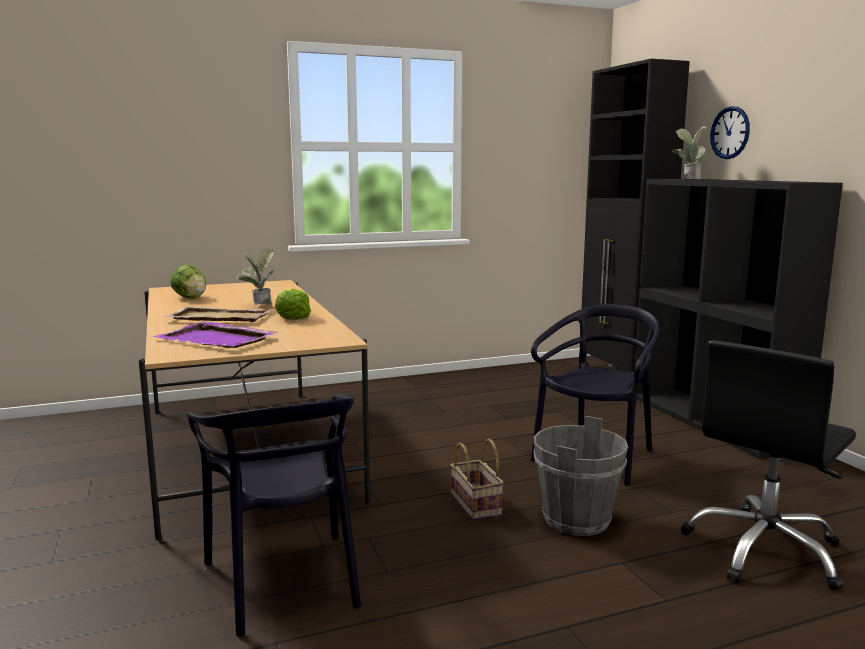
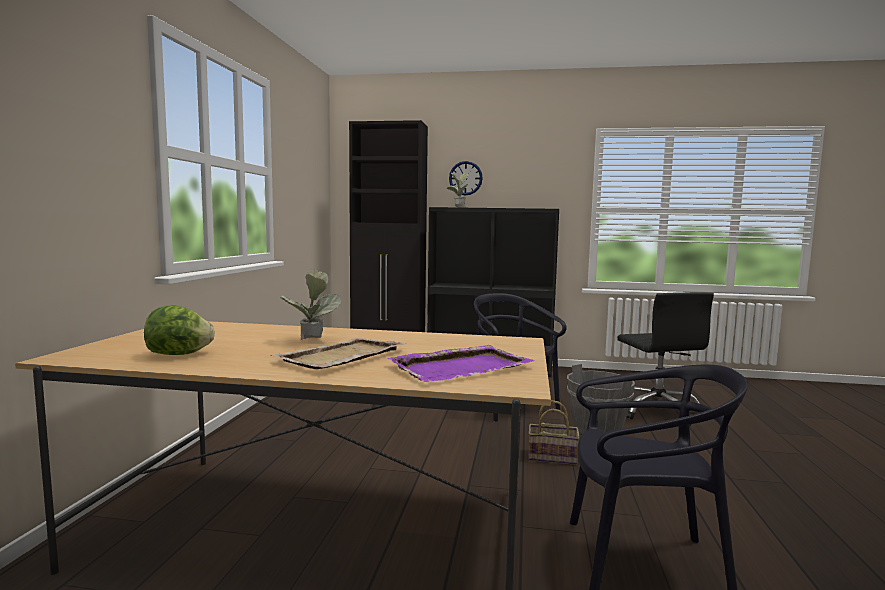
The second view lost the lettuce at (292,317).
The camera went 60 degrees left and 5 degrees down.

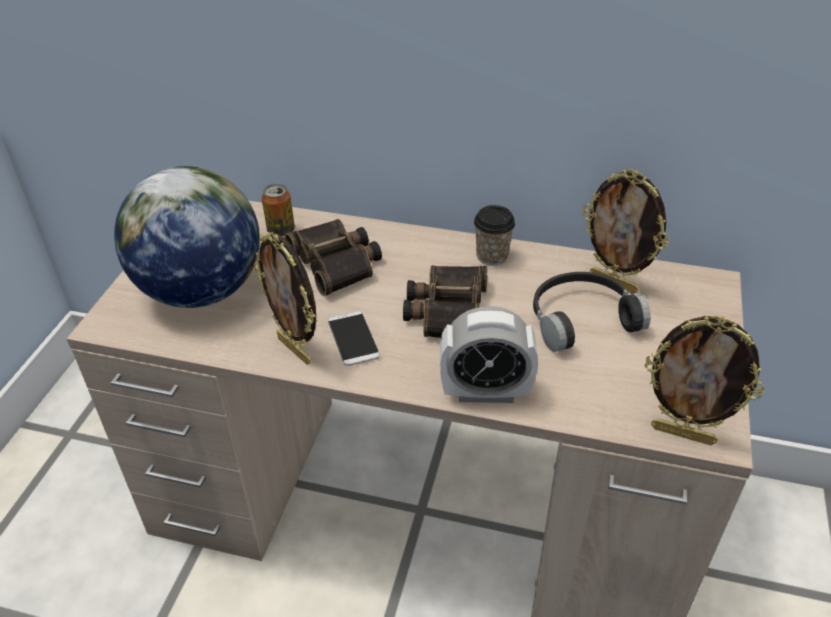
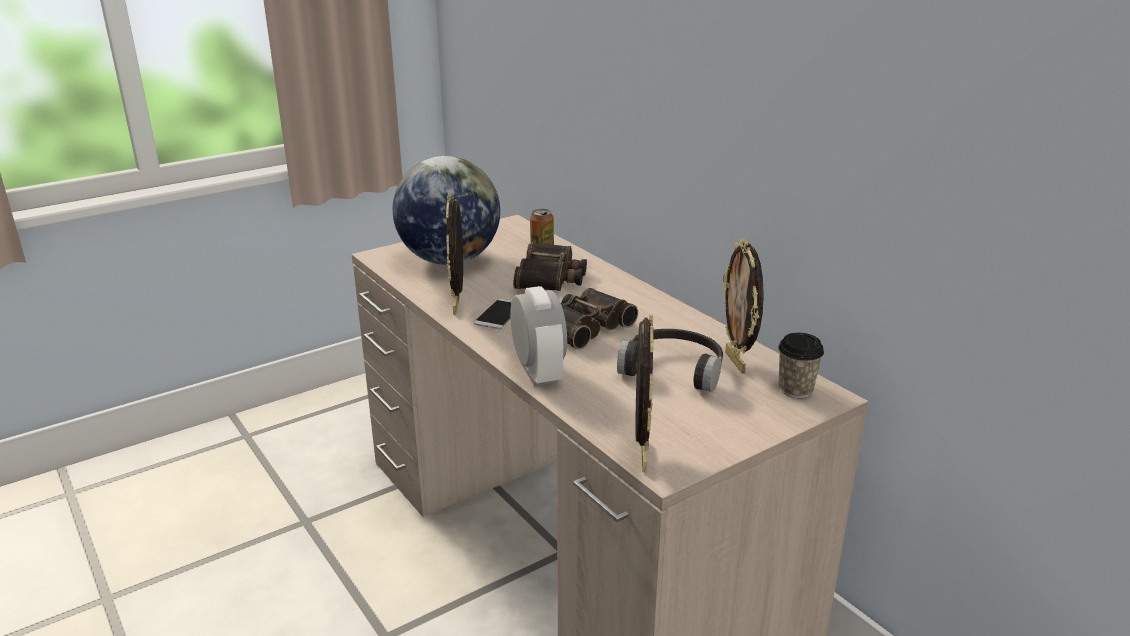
The cup ended up elsewhere, having gone from (492,256) to (795,389).
The alarm clock at (485,392) ended up facing another way, 150 degrees counterclockwise from before.
The picture frame at (683,434) ended up facing another way, 150 degrees counterclockwise from before.
The camera went 40 degrees right and 15 degrees down.

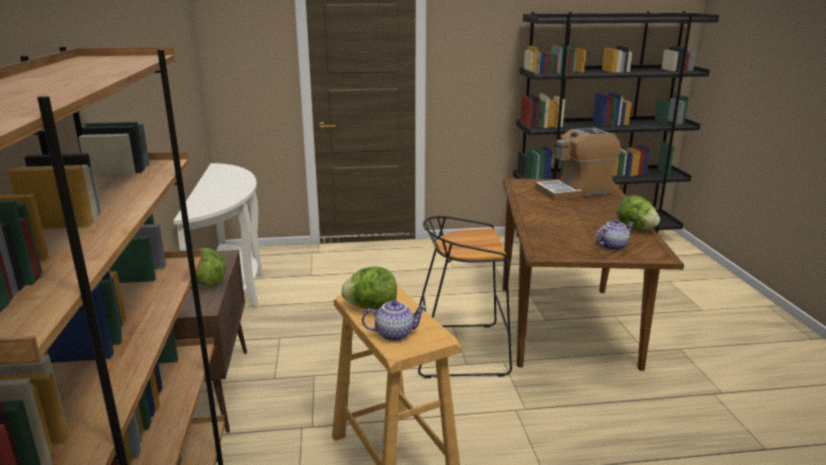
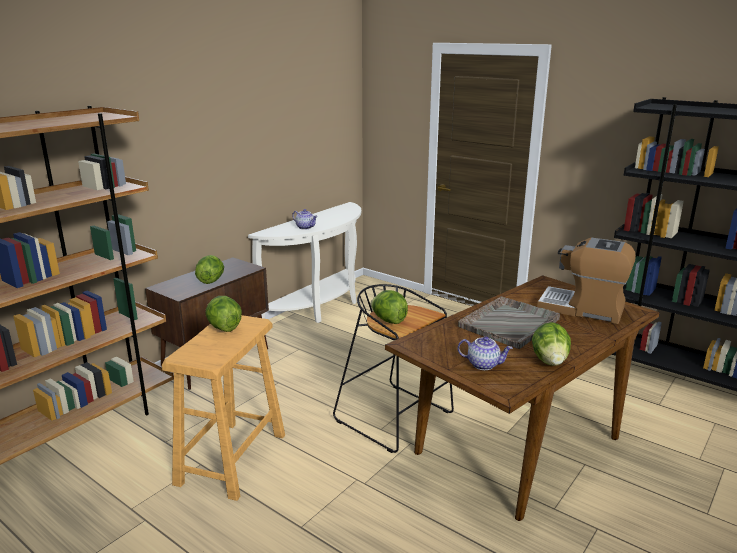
The teapot ended up elsewhere, having gone from (394,333) to (305,227).
The second view gained the lettuce at (388,320).
The second view gained the grey tray at (510,323).
The camera went 45 degrees right and 0 degrees up.

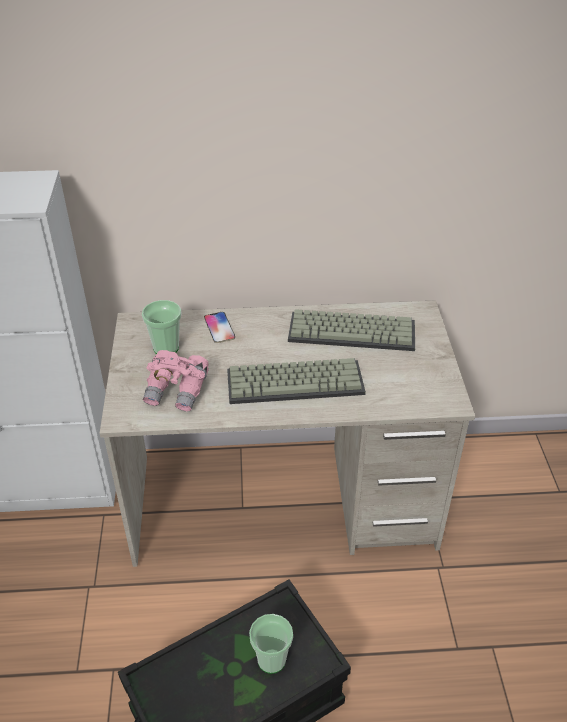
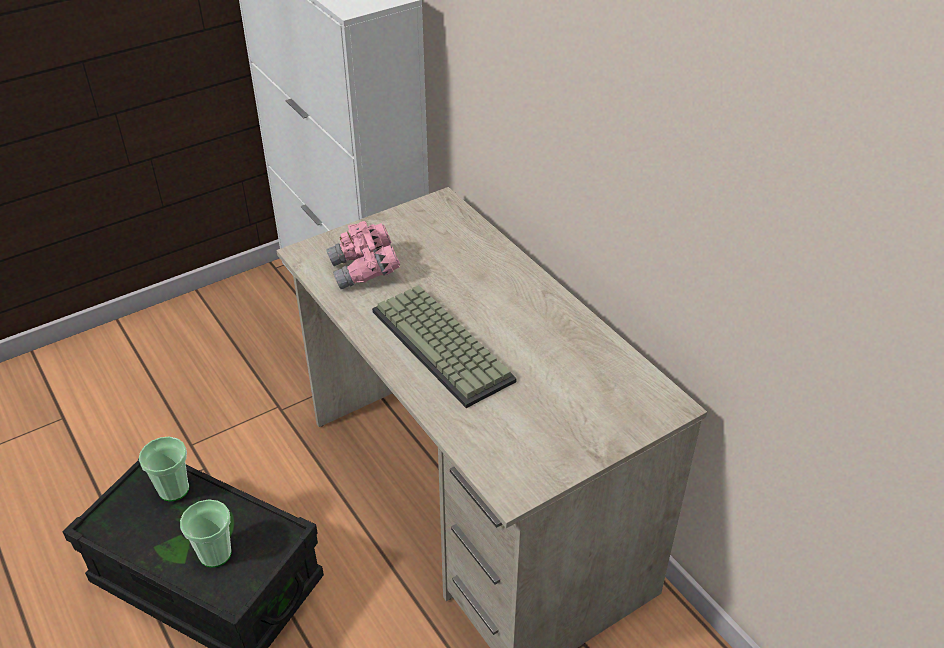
The cup ended up elsewhere, having gone from (166,348) to (174,489).
The second view lost the keyboard at (353,331).
The second view lost the phone at (219,328).
The camera went 60 degrees right and 0 degrees up.

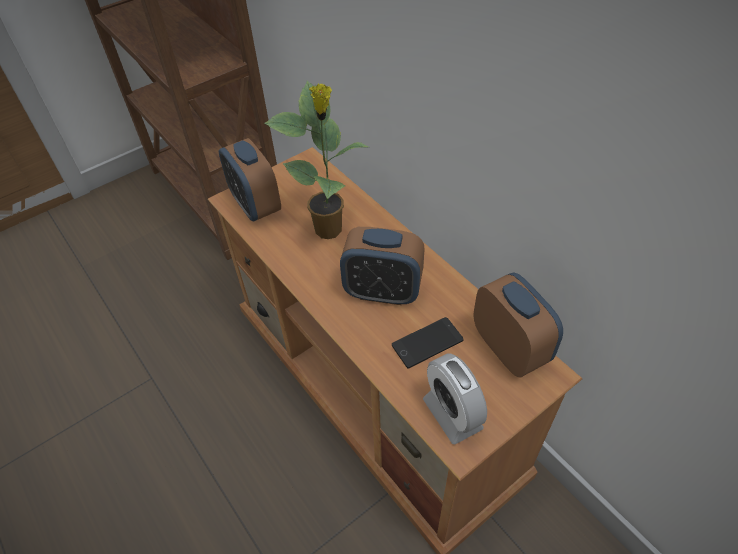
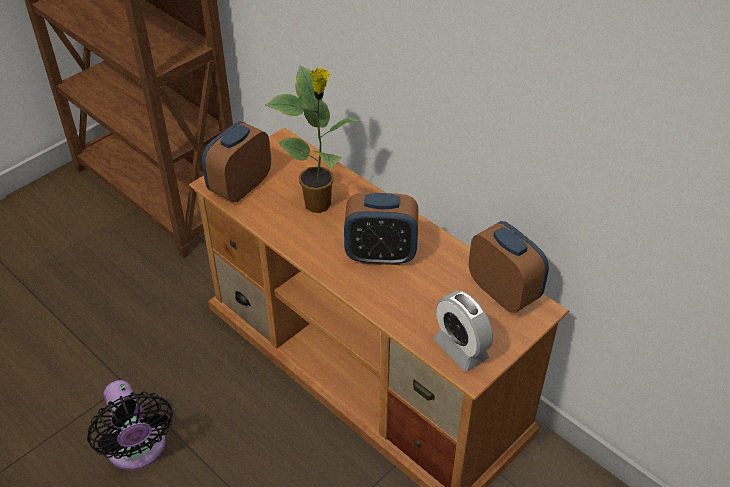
The alarm clock at (255,205) ended up facing another way, 75 degrees clockwise from before.
The second view lost the phone at (427,343).
The second view gained the black fan at (138,450).
The camera went 10 degrees left and 5 degrees down.

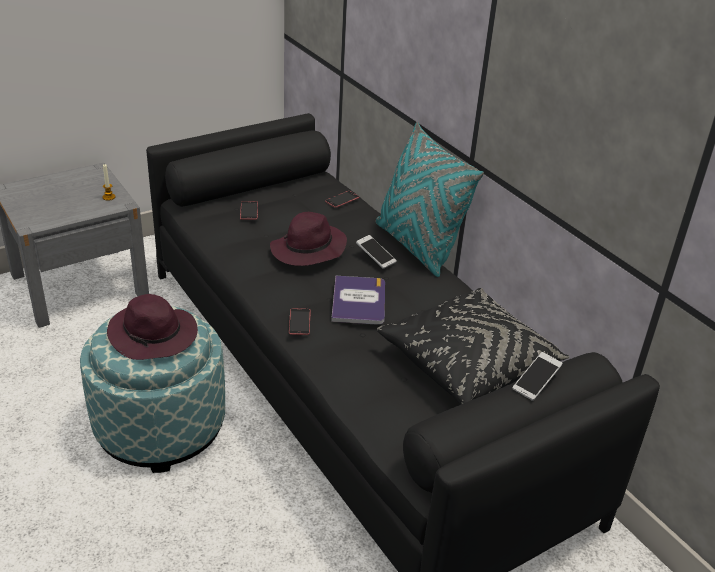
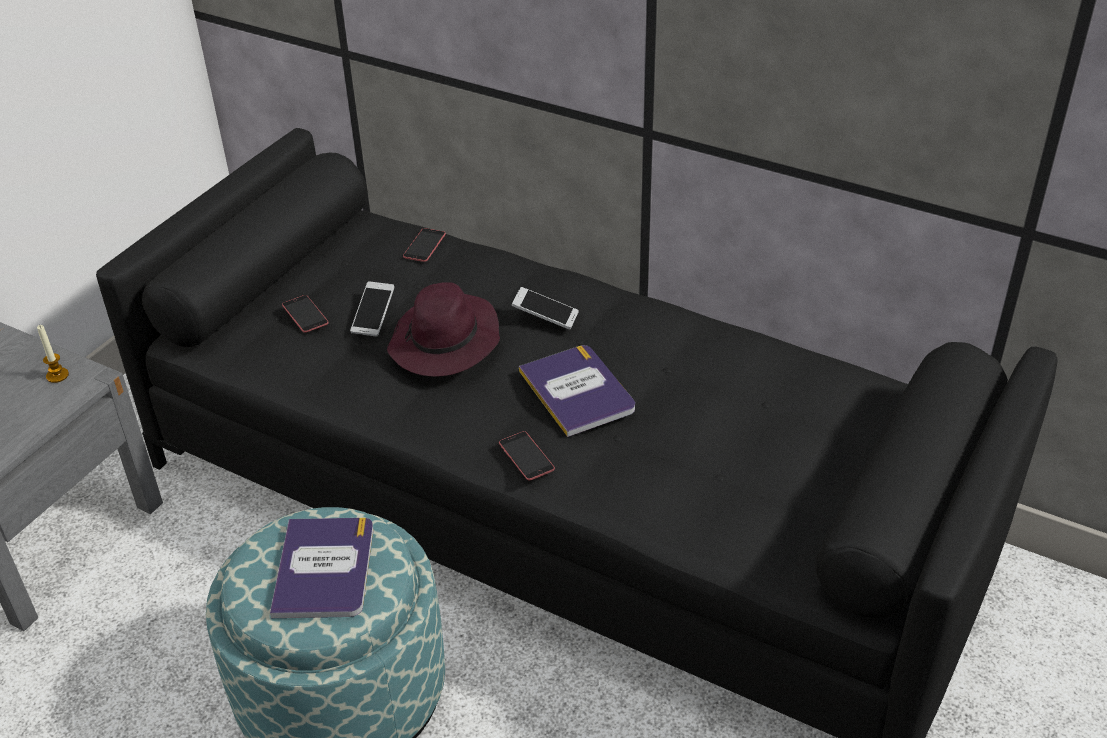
The second view lost the turquoise pillow at (417,246).
The second view lost the black pillow at (469,363).
Where the purple hat stood at (154,336), the book came to stand at (324,568).
The phone ended up elsewhere, having gone from (536,382) to (373,316).
The camera went 25 degrees left and 5 degrees up.

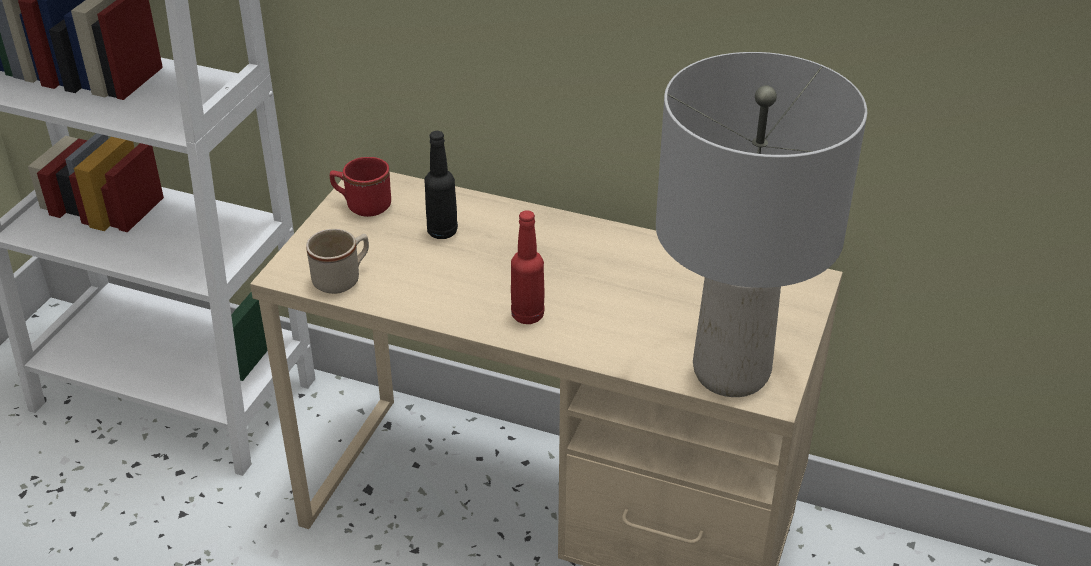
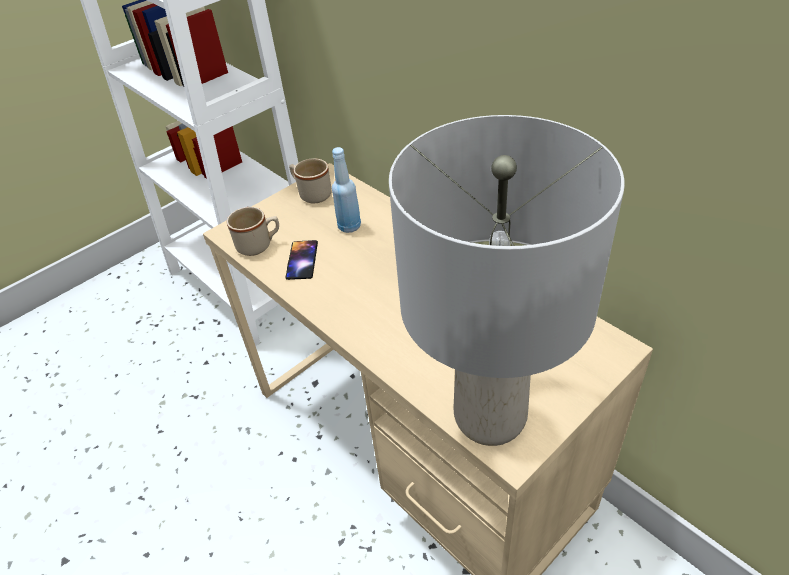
What was the black bottle at (442,231) turned into the blue bottle at (349,226).
What was the red mug at (362,205) turned into the beige mug at (311,194).
The second view lost the red bottle at (528,315).
The second view gained the phone at (302,260).
The camera went 30 degrees right and 5 degrees up.

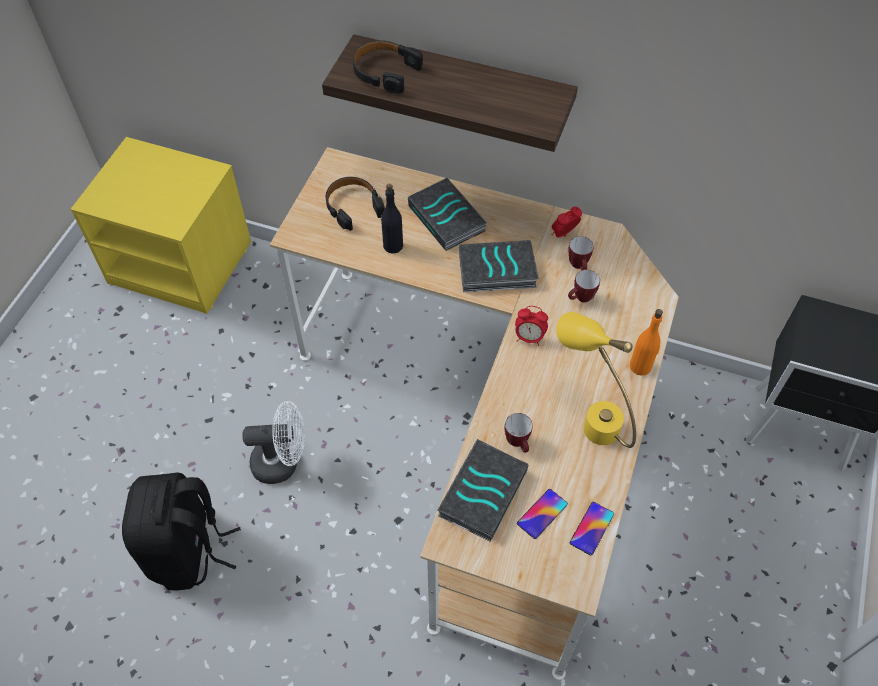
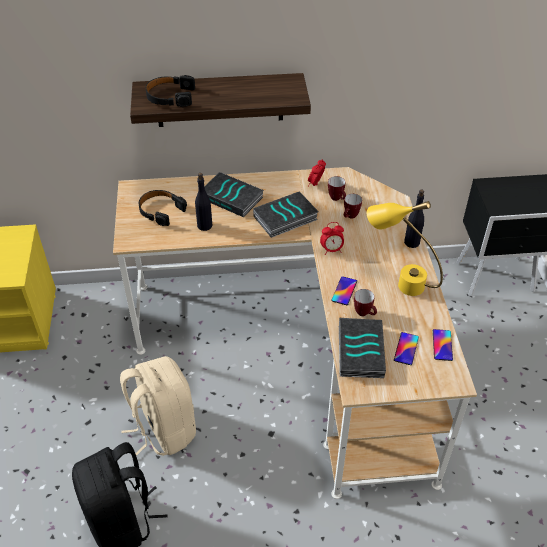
What was the orange bottle at (640,366) turned into the black bottle at (412,242).
Where the white fan stood at (283,462), the beige backpack came to stand at (163,429).
The second view gained the phone at (344,291).
The camera went 25 degrees left and 10 degrees down.

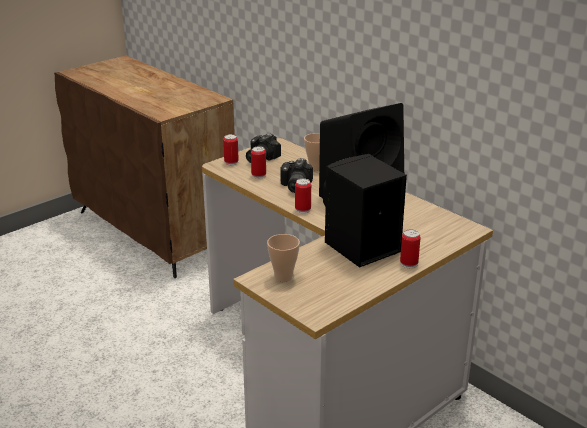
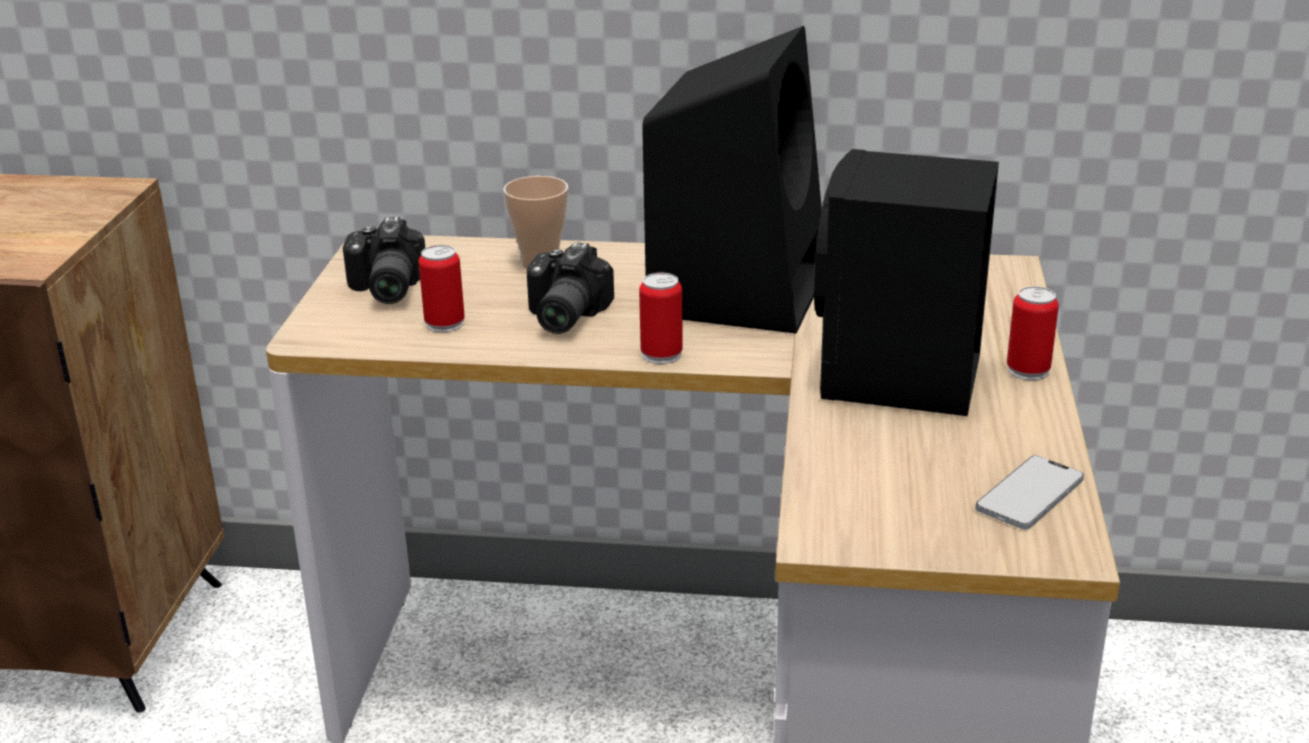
The second view lost the can at (231,162).
The photo camera at (294,186) ended up facing another way, 45 degrees clockwise from before.
The second view lost the cup at (283,277).
The second view gained the phone at (1029,495).
The camera went 40 degrees left and 0 degrees up.

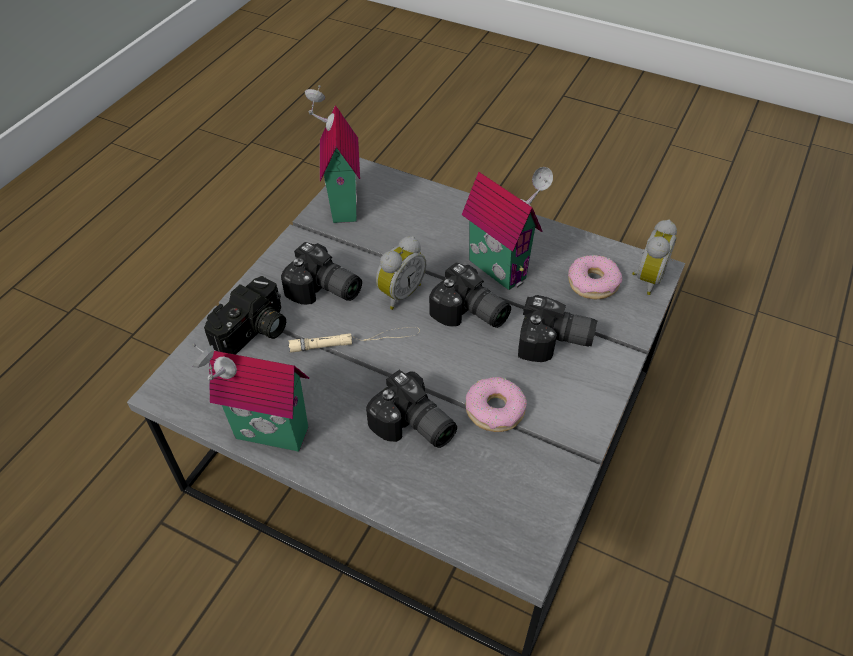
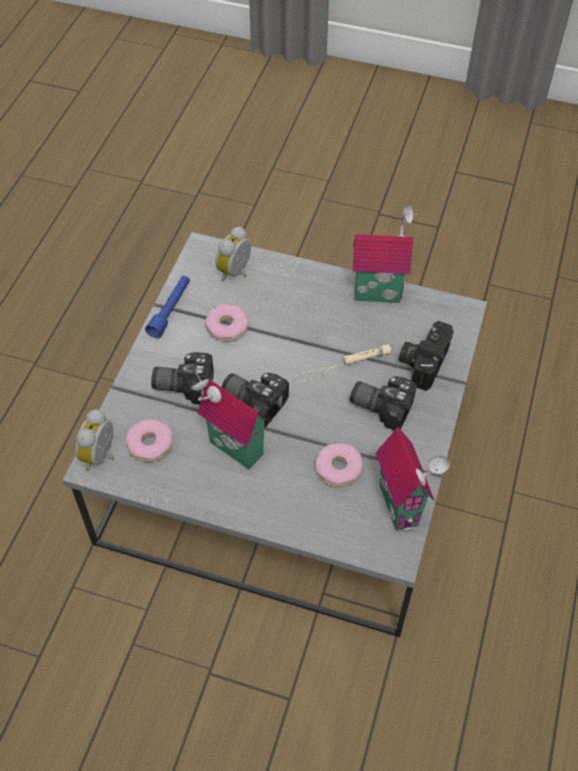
The alarm clock ended up elsewhere, having gone from (399,293) to (236,273).
The second view lost the photo camera at (413,428).
The second view gained the blue flashlight at (170,310).
The second view gained the donut at (338,468).
The camera went 170 degrees right and 5 degrees up.

